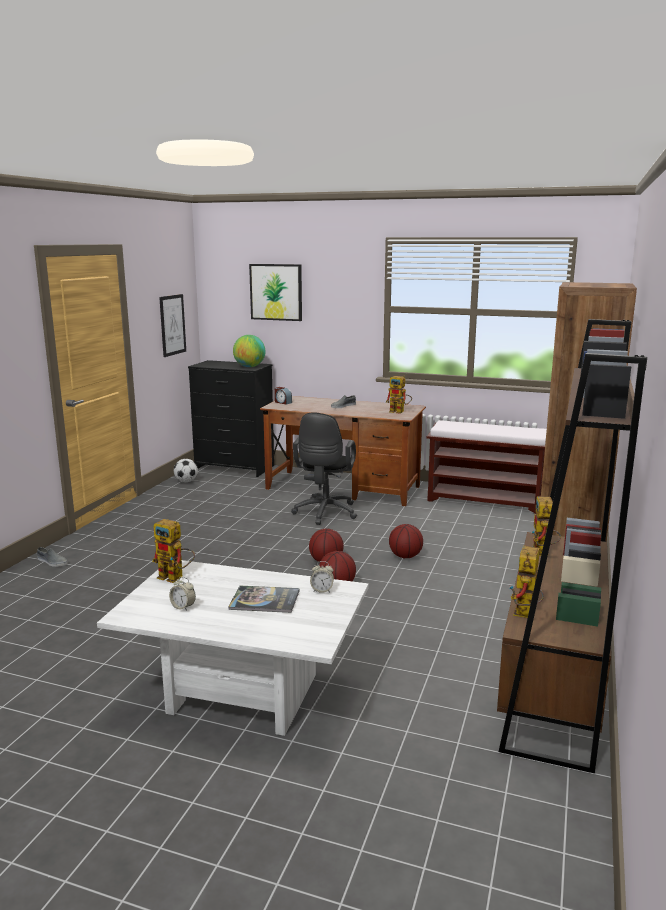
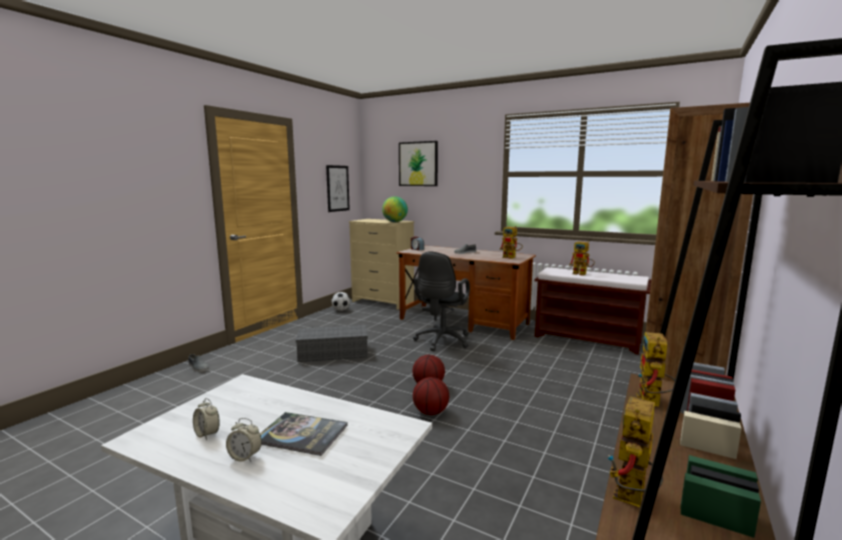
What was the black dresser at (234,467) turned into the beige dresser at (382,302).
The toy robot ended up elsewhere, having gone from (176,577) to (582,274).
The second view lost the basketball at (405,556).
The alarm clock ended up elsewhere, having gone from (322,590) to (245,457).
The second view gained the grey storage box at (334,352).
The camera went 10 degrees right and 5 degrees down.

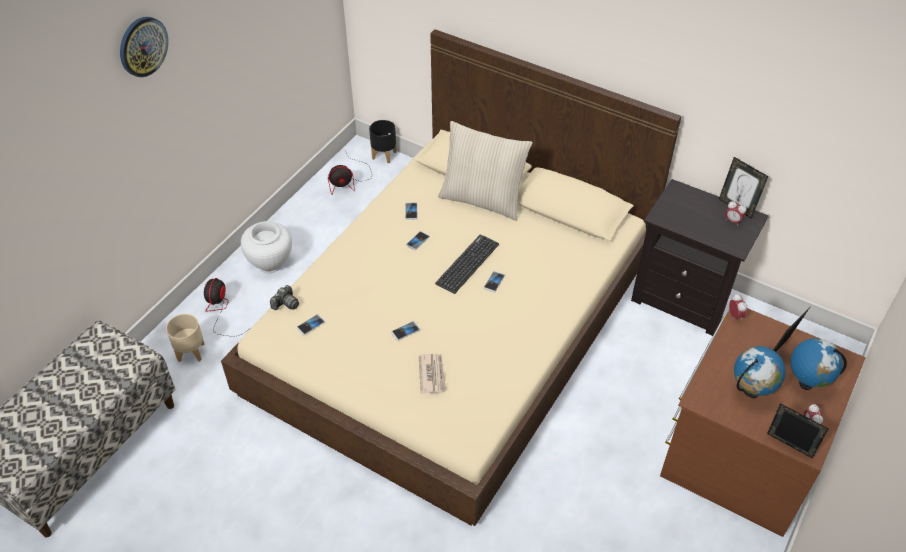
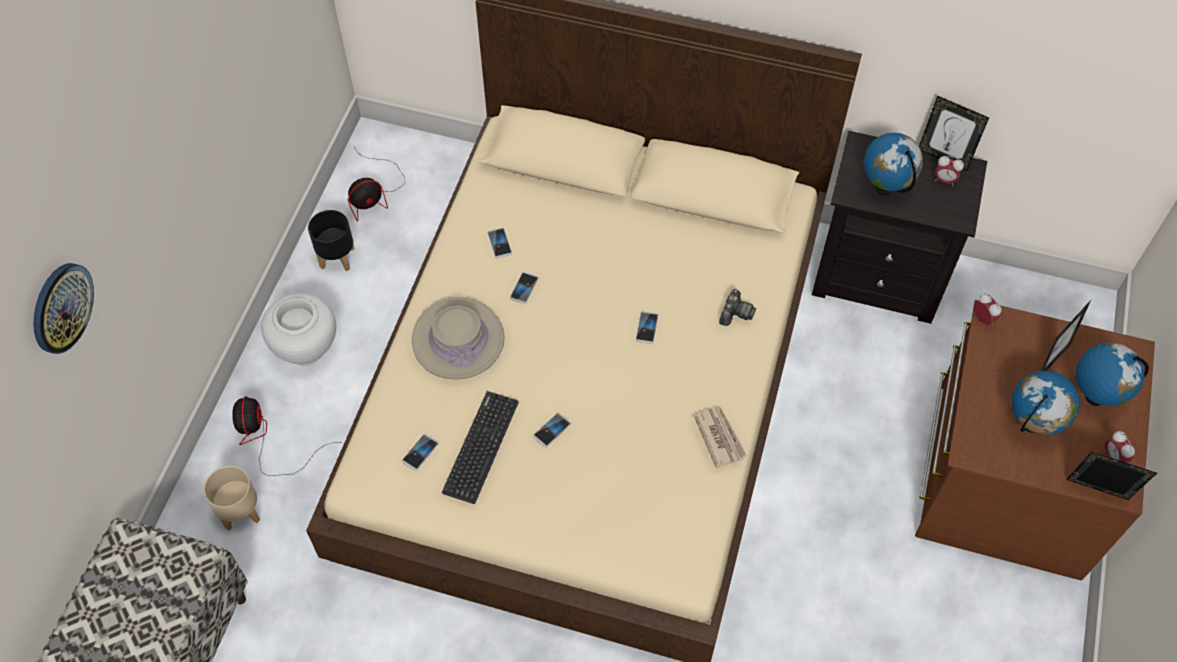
The wall clock ended up elsewhere, having gone from (143,46) to (61,307).
The black planter ended up elsewhere, having gone from (384,155) to (337,257).
The second view lost the beige pillow at (482,199).
The keyboard ended up elsewhere, having gone from (467,264) to (481,447).
The photo camera ended up elsewhere, having gone from (286,304) to (735,314).
The newspaper ended up elsewhere, having gone from (432,374) to (719,437).
The second view gained the globe at (884,188).
The second view gained the beige hat at (458,339).
The camera went 15 degrees left and 10 degrees up.

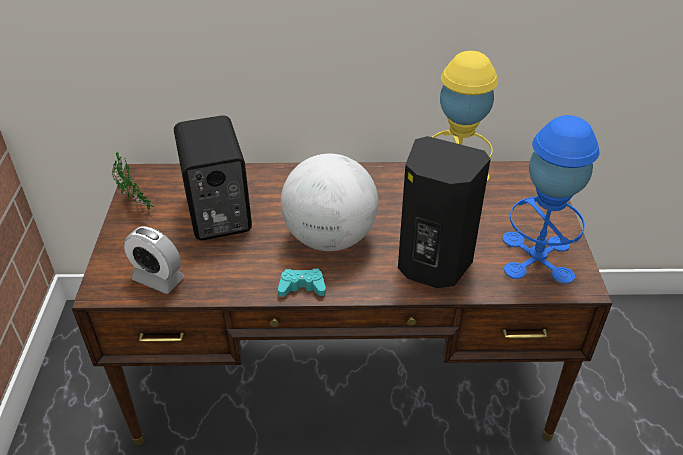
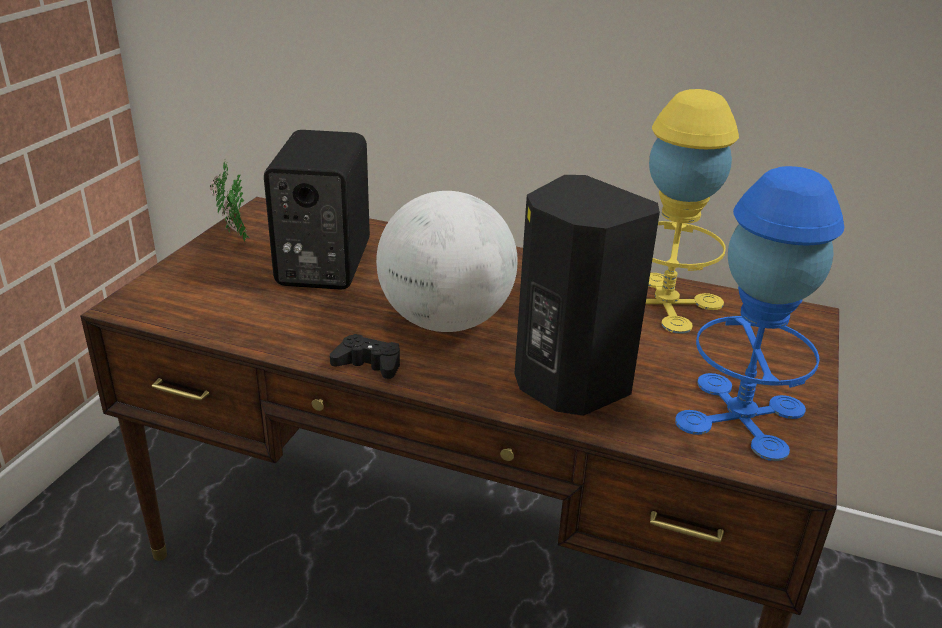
The second view lost the alarm clock at (158,279).
What was the turquoise game controller at (302,287) turned into the black game controller at (369,364).
The camera went 20 degrees right and 10 degrees down.

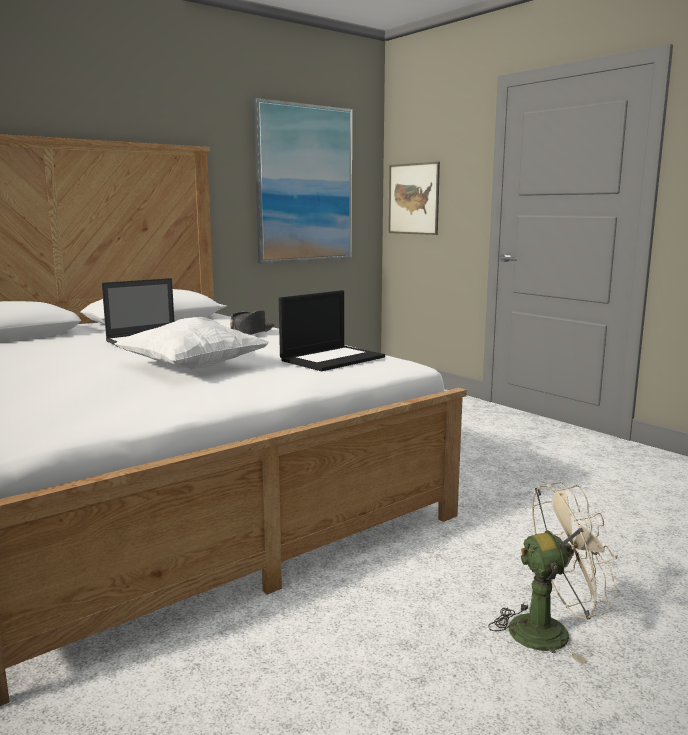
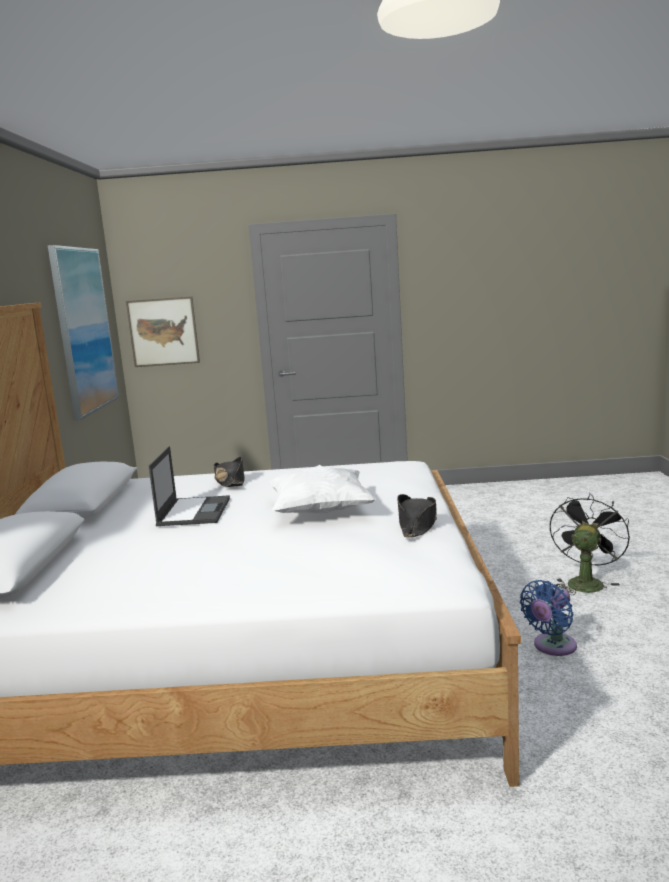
The second view lost the laptop at (332,358).
What was the beige fan at (550,630) turned into the black fan at (585,582).
The second view gained the black hat at (417,524).
The second view gained the blue fan at (552,647).
The camera went 50 degrees left and 0 degrees up.

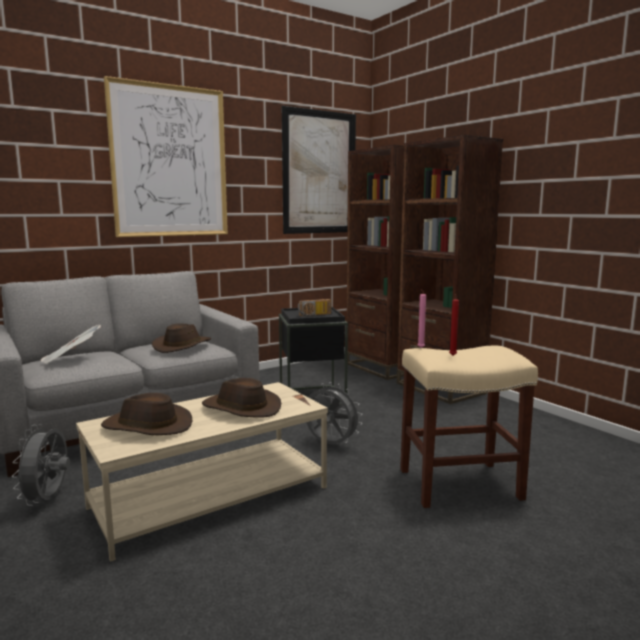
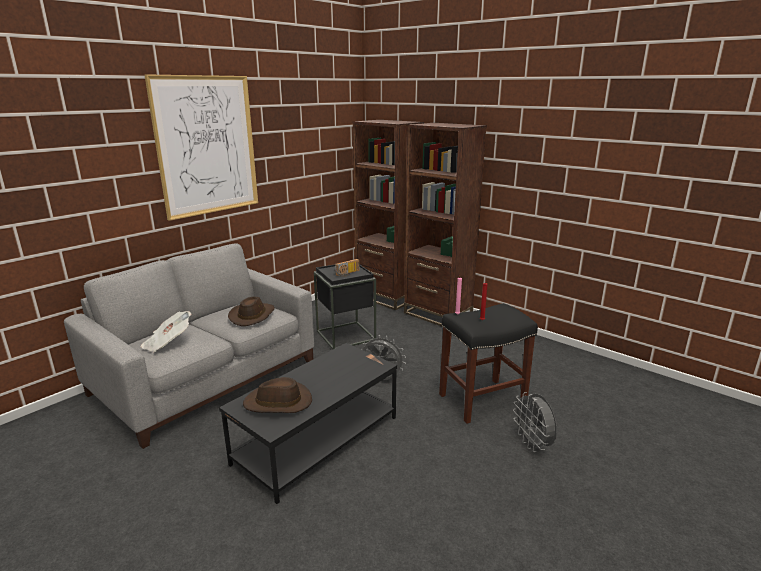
The second view lost the picture at (319,172).
What was the beige stool at (458,484) turned into the black stool at (481,401).
The second view lost the brown hat at (241,408).
What was the beige coffee table at (210,496) turned into the black coffee table at (317,439).
The grey fan ended up elsewhere, having gone from (48,499) to (533,444).
The camera went 15 degrees left and 10 degrees up.

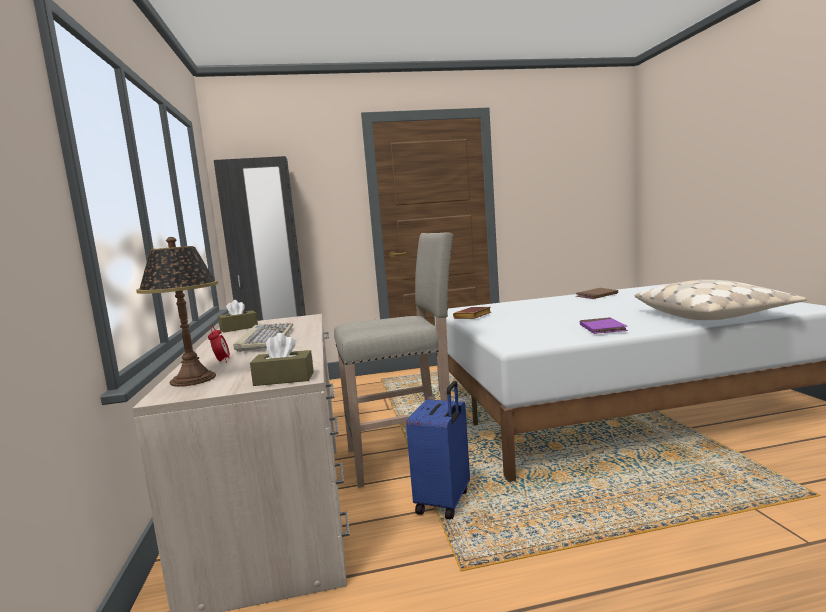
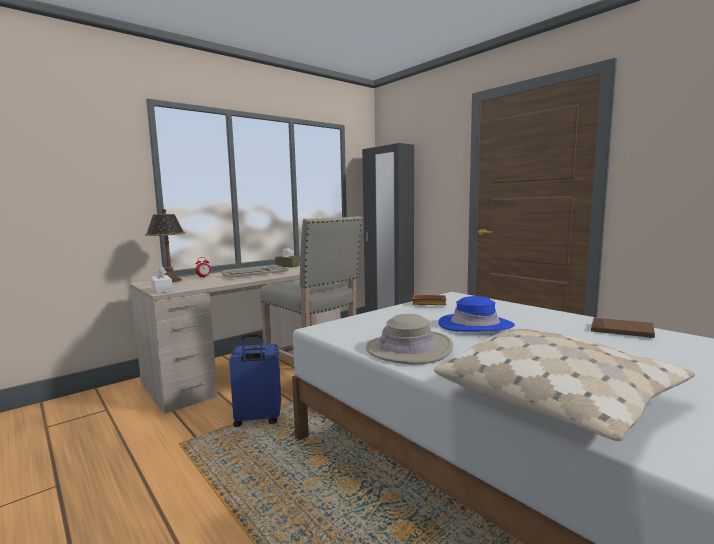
Where the purple book stood at (602,329), the beige hat came to stand at (409,348).
What was the brown tissue box at (284,379) turned into the white tissue box at (162,290).
The second view gained the blue hat at (475,325).
The camera went 60 degrees right and 0 degrees up.

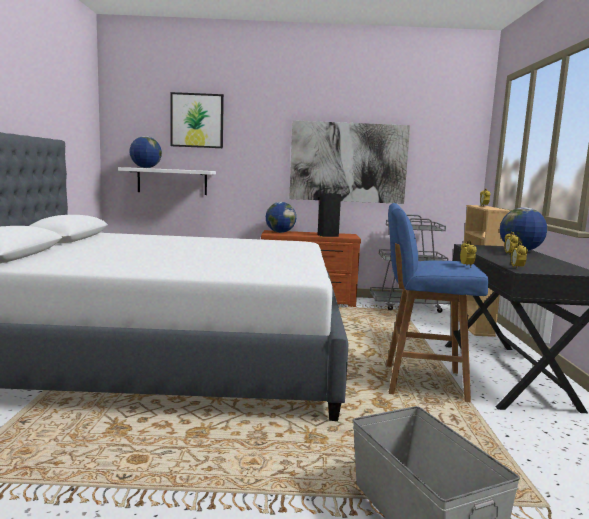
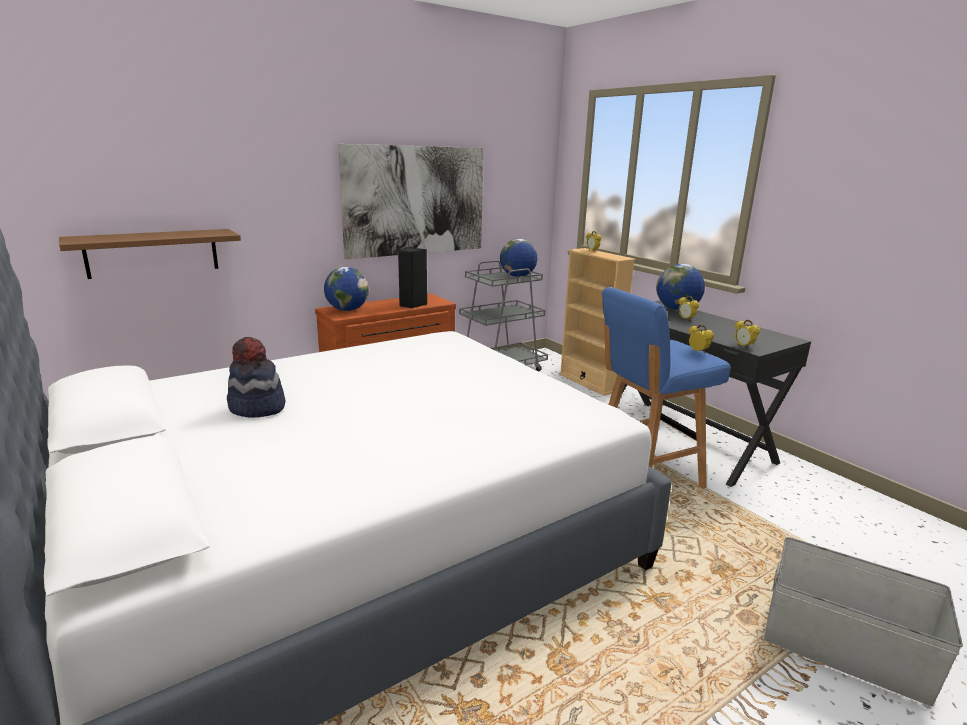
The second view lost the picture at (197,120).
The globe ended up elsewhere, having gone from (145,168) to (517,276).
What was the white shelf at (172,181) turned into the brown shelf at (153,253).
The second view gained the hat at (257,408).
The camera went 35 degrees left and 10 degrees up.

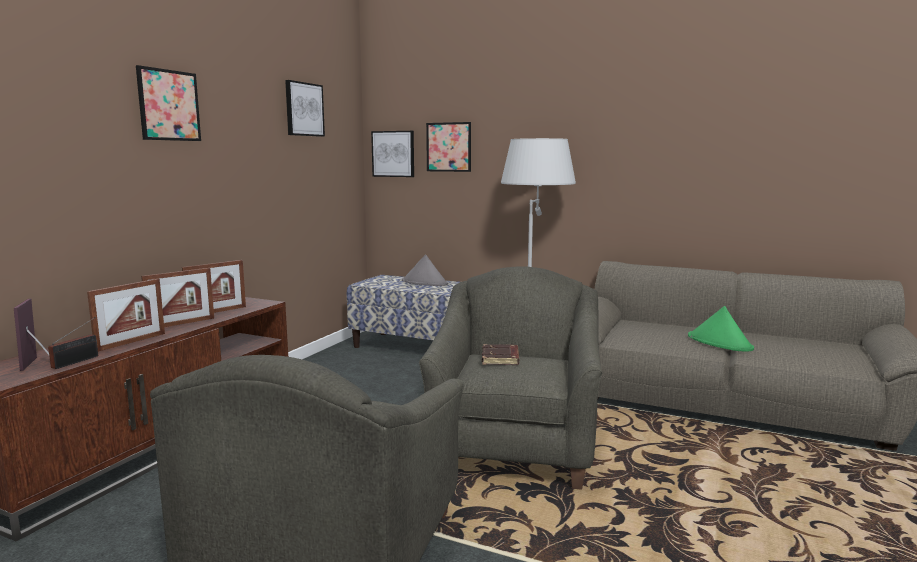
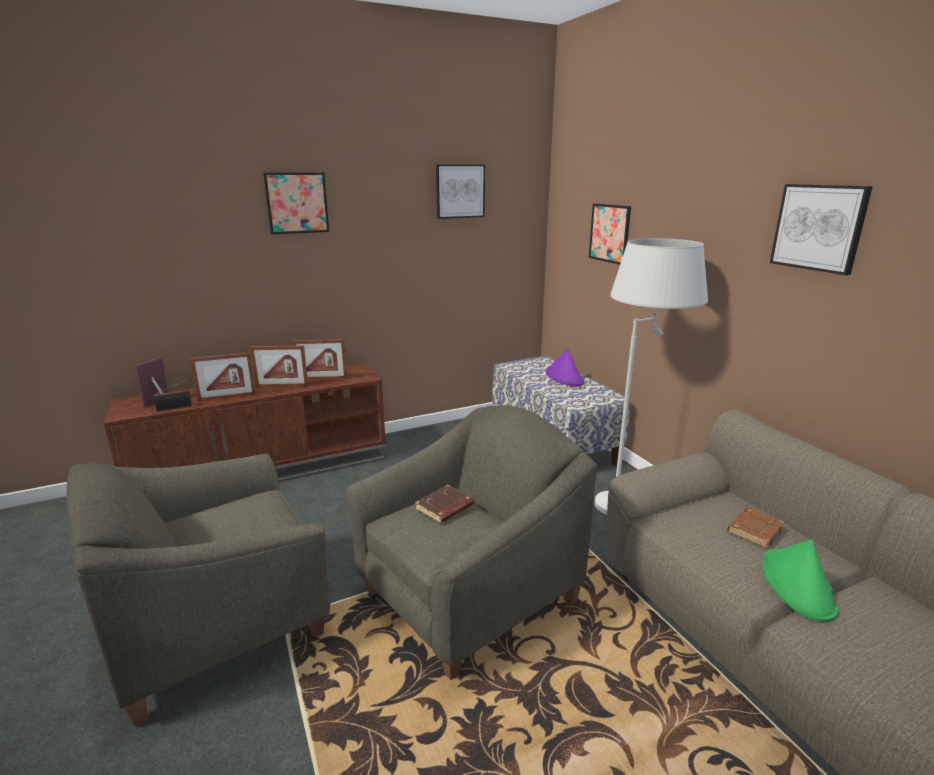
The picture ended up elsewhere, having gone from (393,154) to (819,227).
What was the grey hat at (425,282) turned into the purple hat at (564,377).
The second view gained the brown book at (754,530).
The camera went 40 degrees right and 10 degrees up.

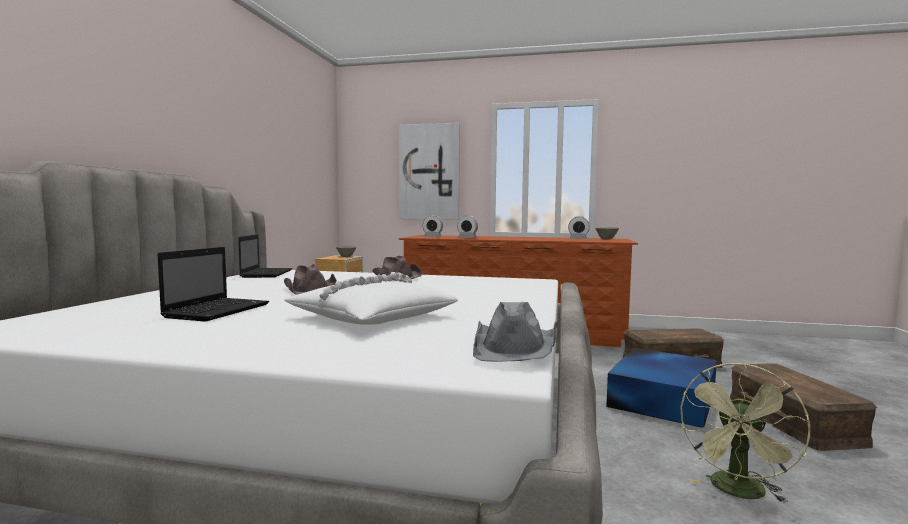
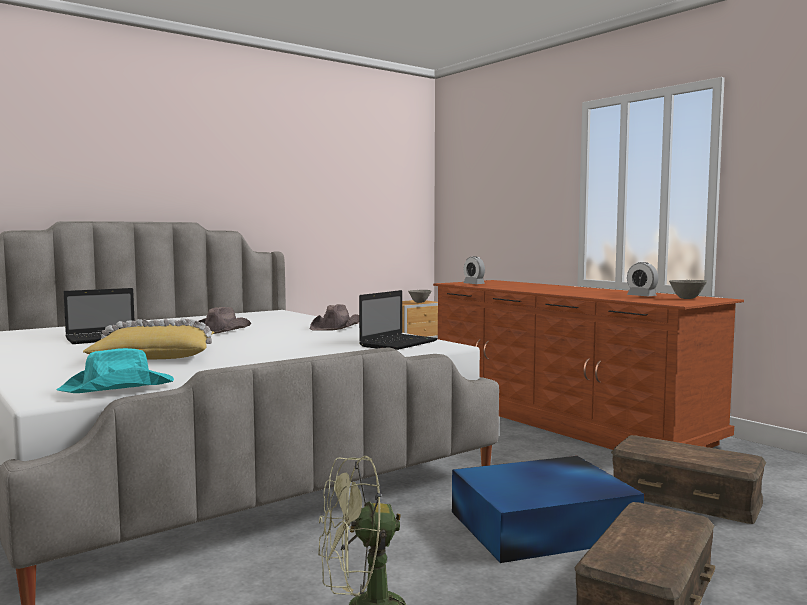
The second view lost the picture at (429,172).
The second view lost the alarm clock at (467,238).
The laptop ended up elsewhere, having gone from (267,273) to (399,343).
What was the white pillow at (371,317) turned into the yellow pillow at (156,355).
What was the grey hat at (516,346) turned into the turquoise hat at (118,387).
The camera went 40 degrees right and 0 degrees up.

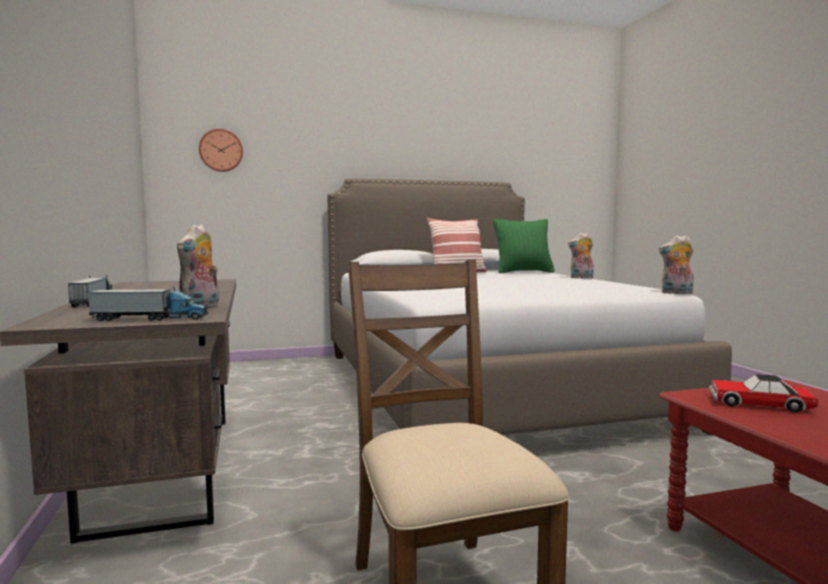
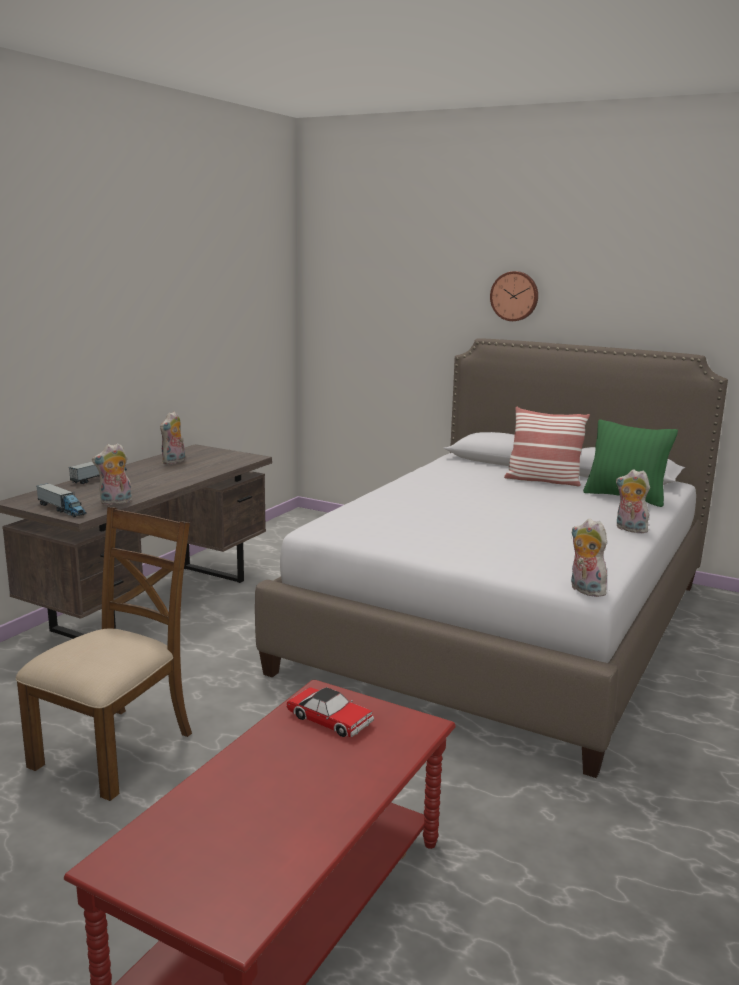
The wall clock ended up elsewhere, having gone from (221,150) to (514,296).
The toy car at (759,404) ended up facing another way, 150 degrees clockwise from before.
The second view gained the plush toy at (174,462).
The camera went 45 degrees right and 10 degrees up.

